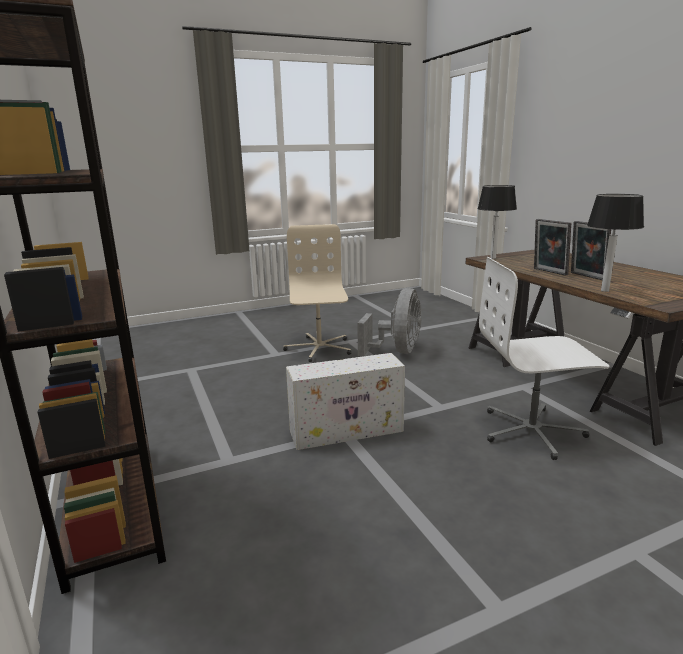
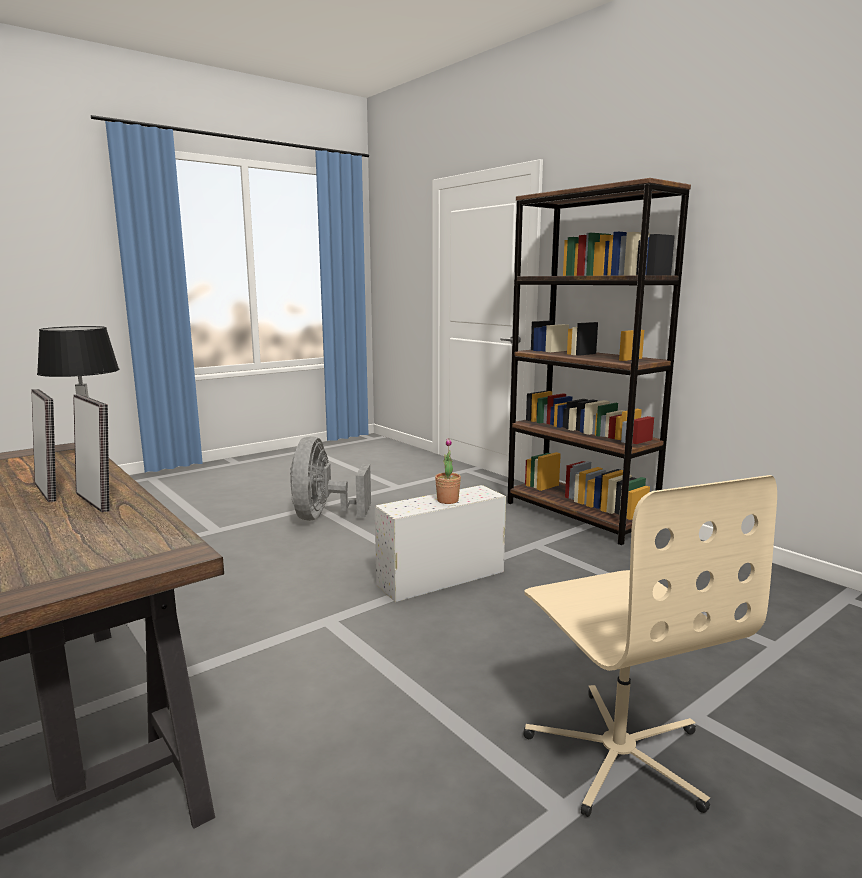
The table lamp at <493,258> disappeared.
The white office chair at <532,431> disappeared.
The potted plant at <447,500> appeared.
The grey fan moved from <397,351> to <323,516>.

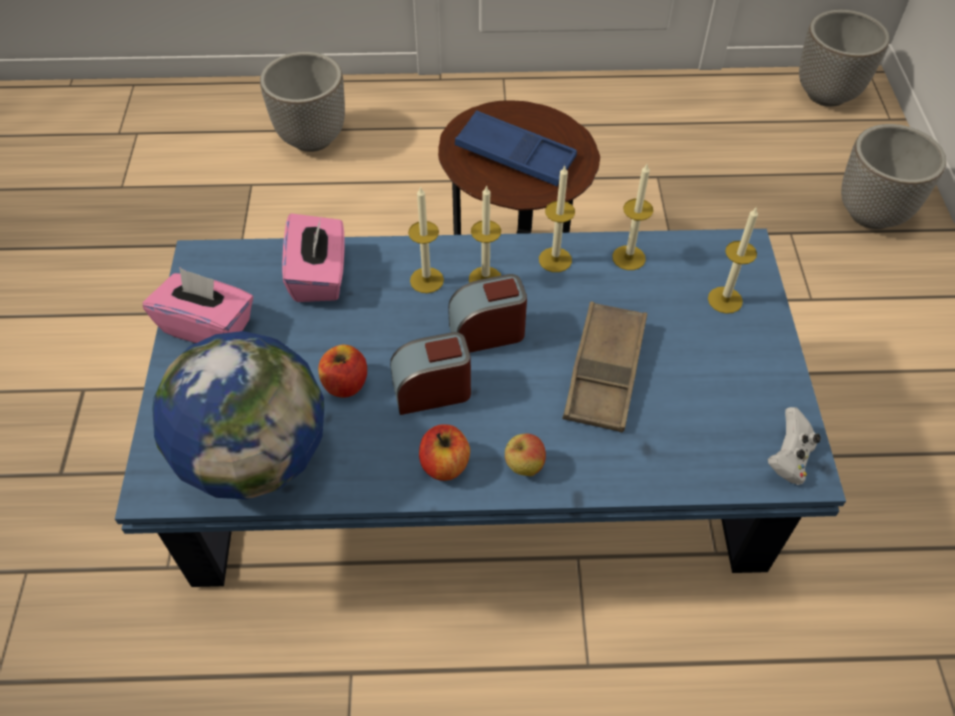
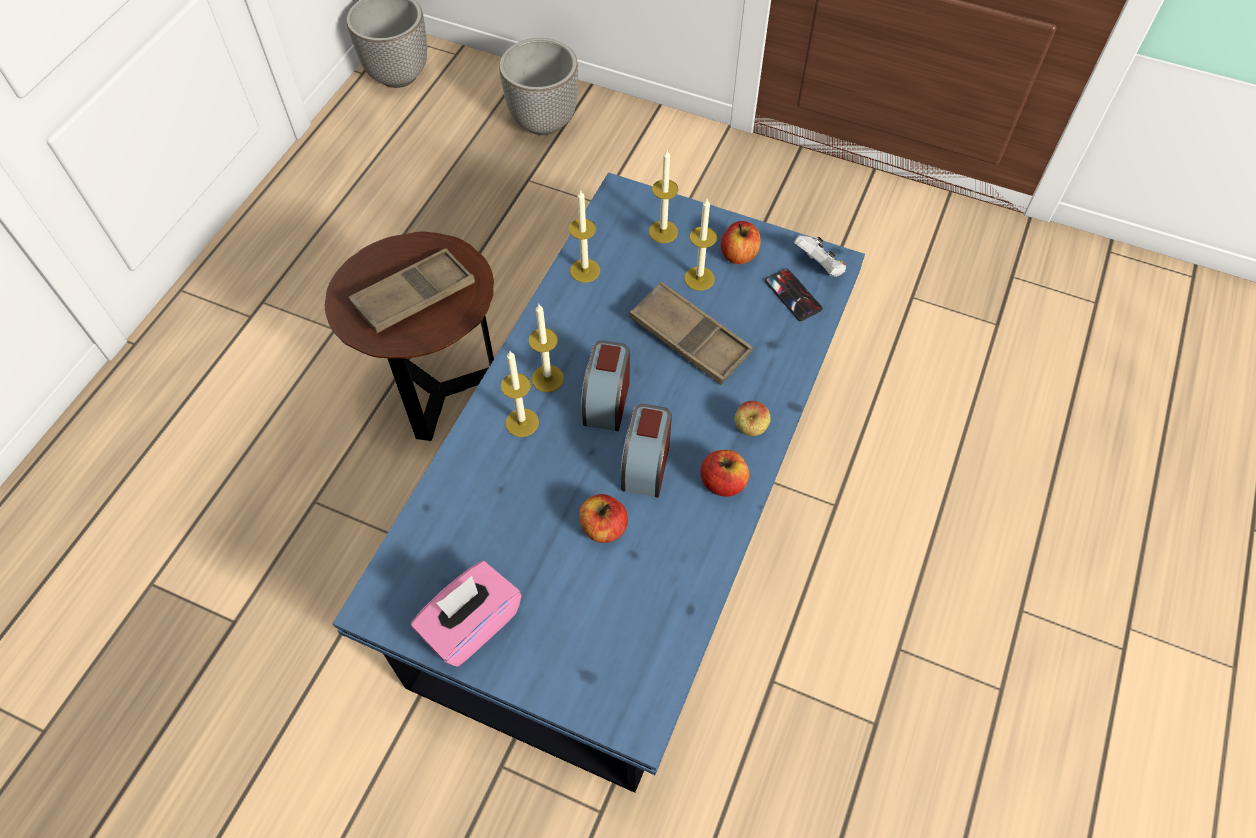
The globe at <256,457> disappeared.
The planter at <311,138> disappeared.
The pink tissue box at <319,276> disappeared.
The apple at <739,255> appeared.
The phone at <793,295> appeared.
The candle moved from <555,260> to <699,278>.
The blue tray at <515,155> became the brown tray at <414,296>.

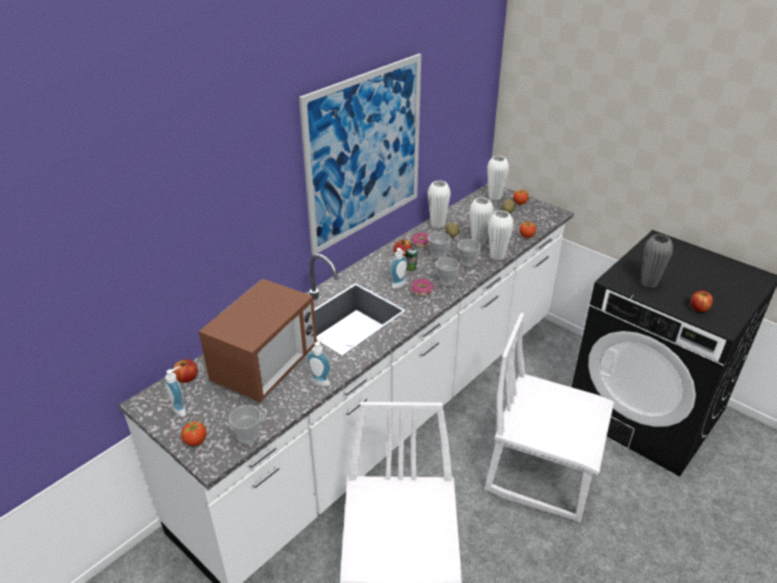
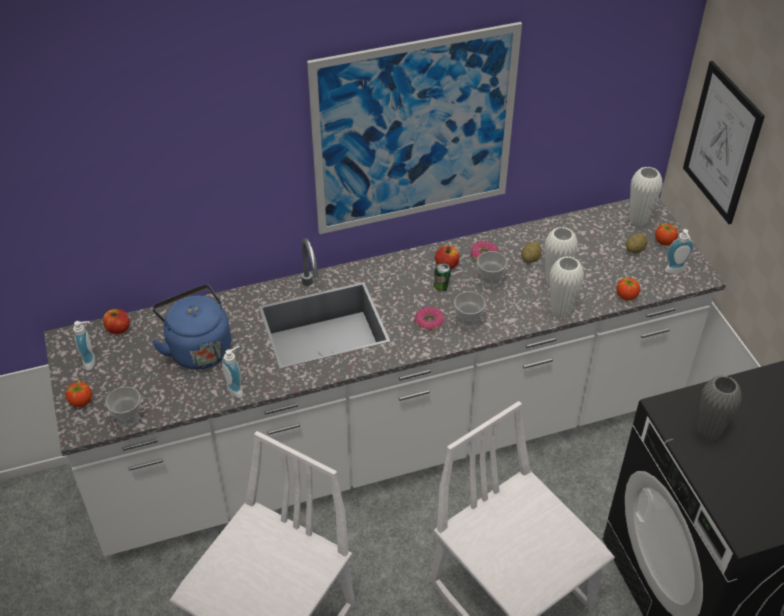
The white vase at <437,224> disappeared.
The cup at <467,262> disappeared.
The apple at <699,308> disappeared.
The picture at <722,143> appeared.
The soap dispenser moved from <399,285> to <676,271>.
The microwave at <266,366> was replaced by the blue kettle at <197,348>.

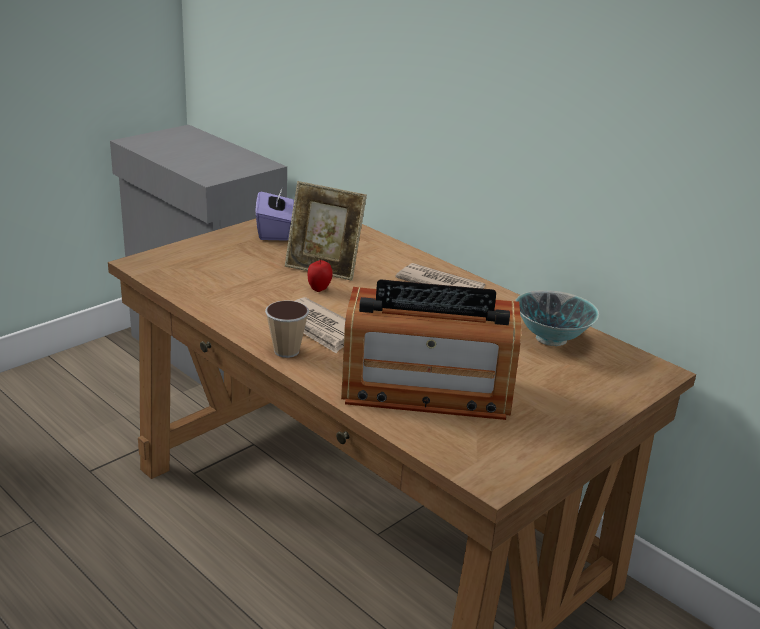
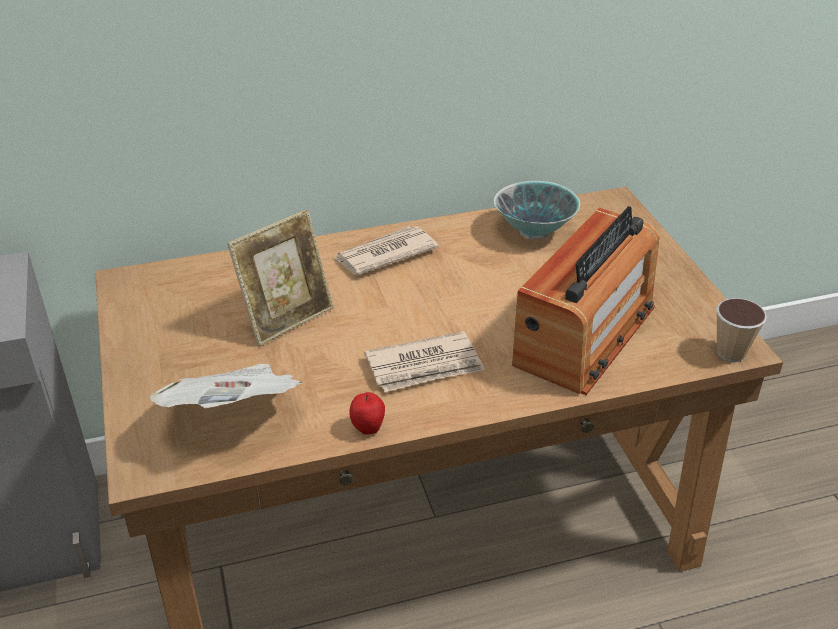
The purple tissue box at <275,231> disappeared.
The newspaper at <234,414> appeared.
The cup moved from <286,351> to <731,353>.
The apple moved from <319,289> to <368,428>.

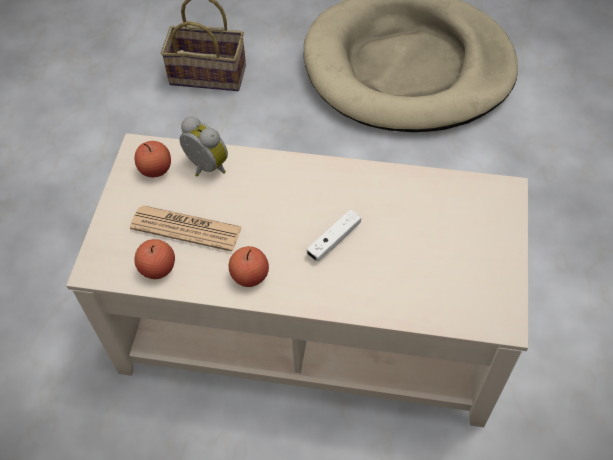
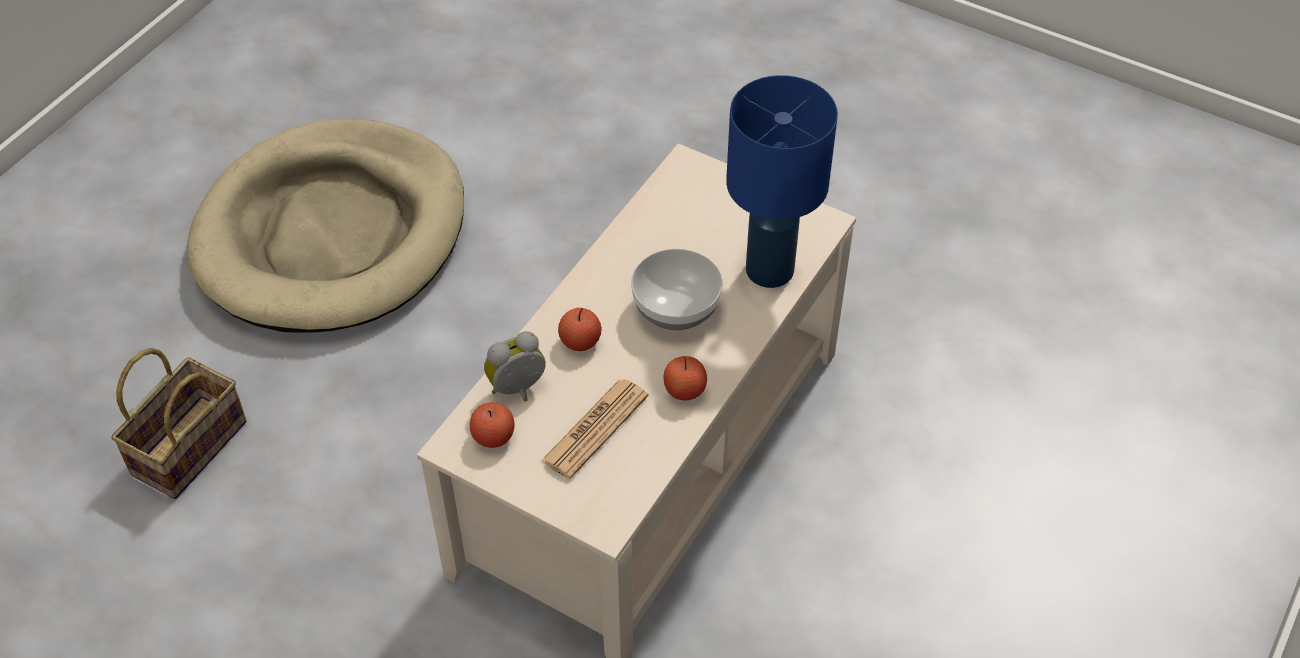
The blue table lamp at <770,271> appeared.
The apple moved from <158,268> to <580,341>.
The white game controller at <334,240> was replaced by the bowl at <675,310>.

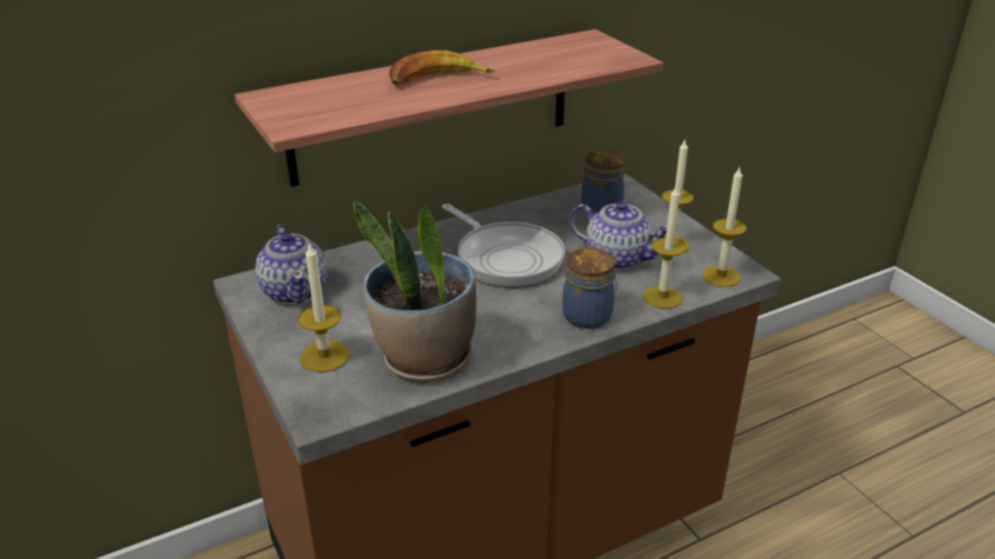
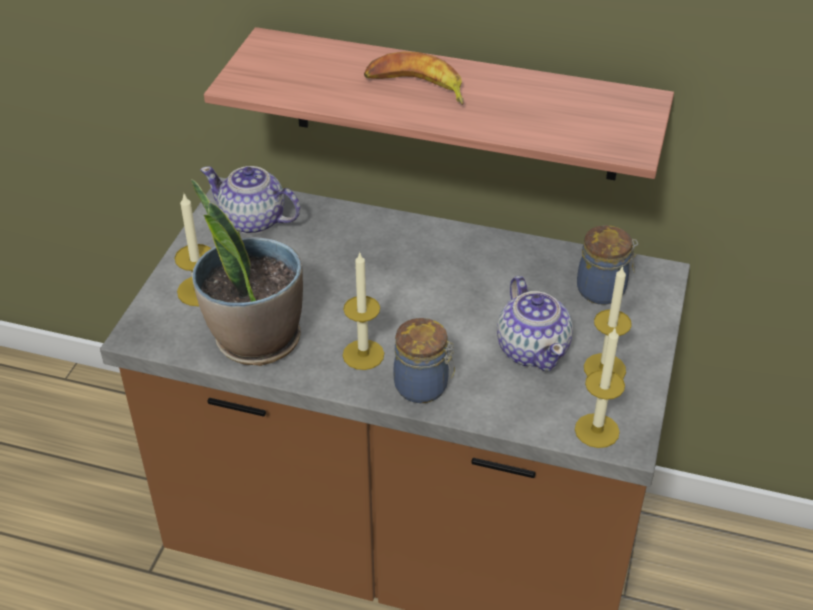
The frying pan at <506,257> disappeared.
The candle moved from <662,297> to <363,354>.
The teapot at <295,291> turned 90 degrees clockwise.

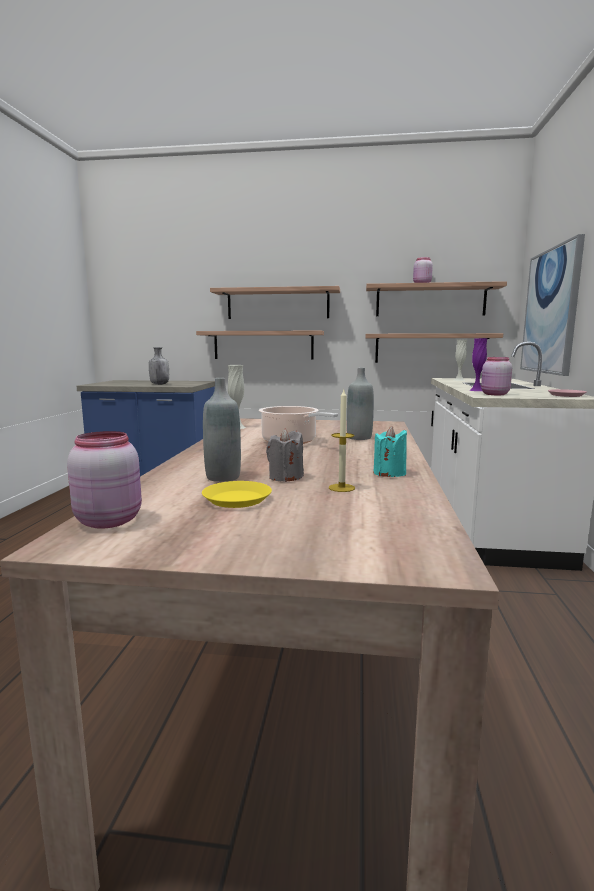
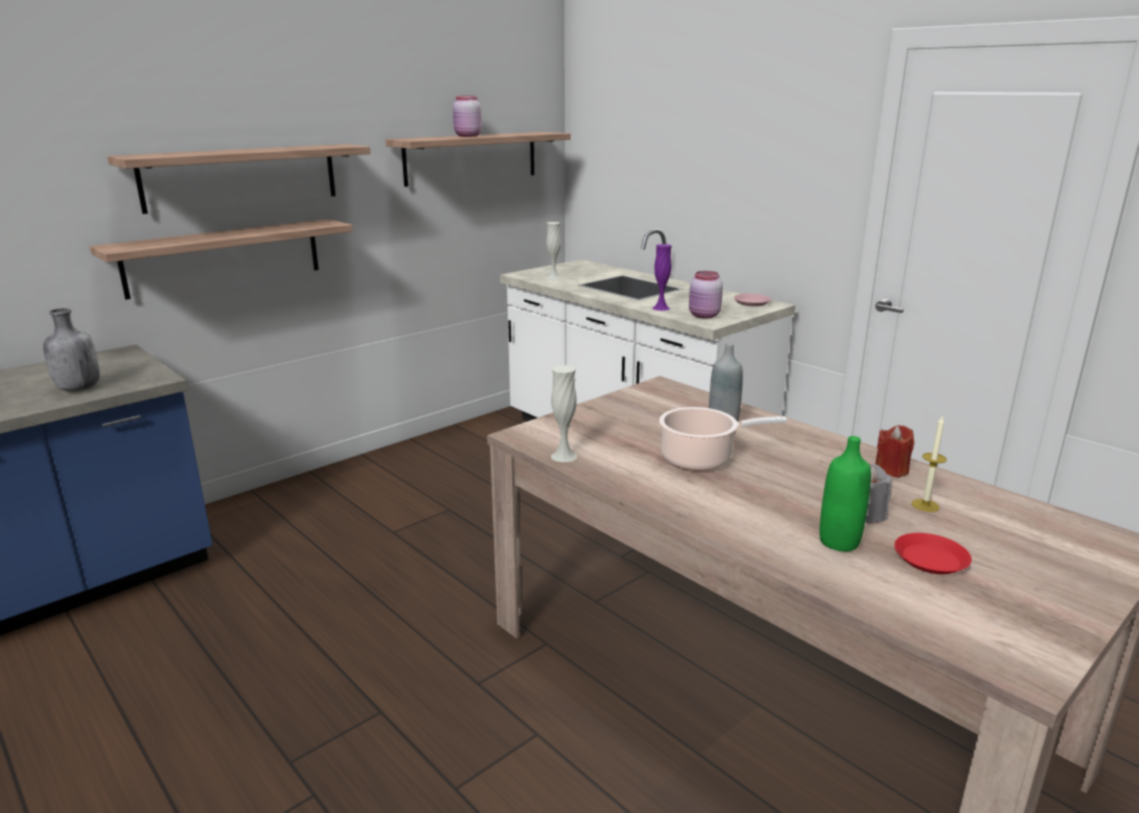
The pink jar at <109,520> disappeared.
The shelf at <428,348> disappeared.
The picture at <550,311> disappeared.
The yellow plate at <237,499> became the red plate at <931,559>.
The grey bottle at <223,477> became the green bottle at <839,542>.
The turquoise candle at <389,473> became the red candle at <891,470>.

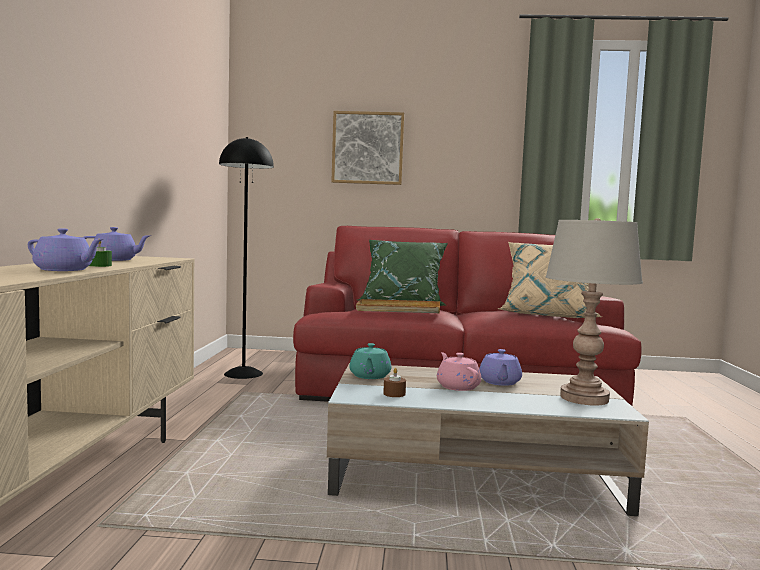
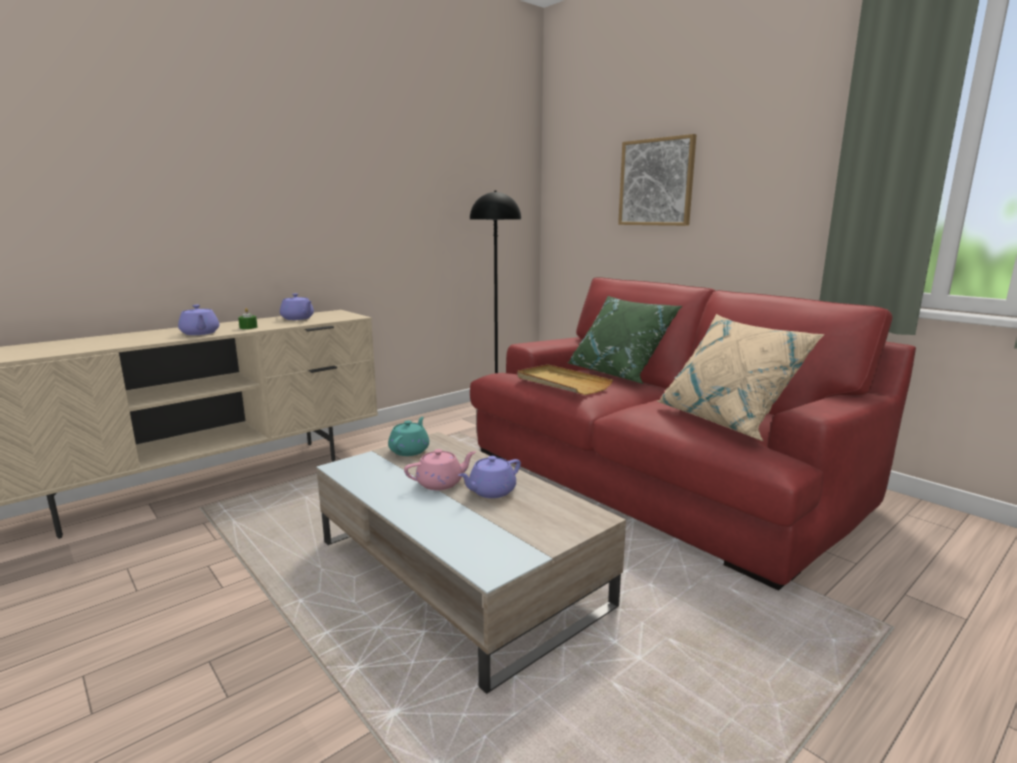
The brown candle at <394,394> disappeared.
The grey table lamp at <584,398> disappeared.
The turquoise teapot at <369,376> turned 150 degrees clockwise.
The pink teapot at <457,386> turned 45 degrees clockwise.

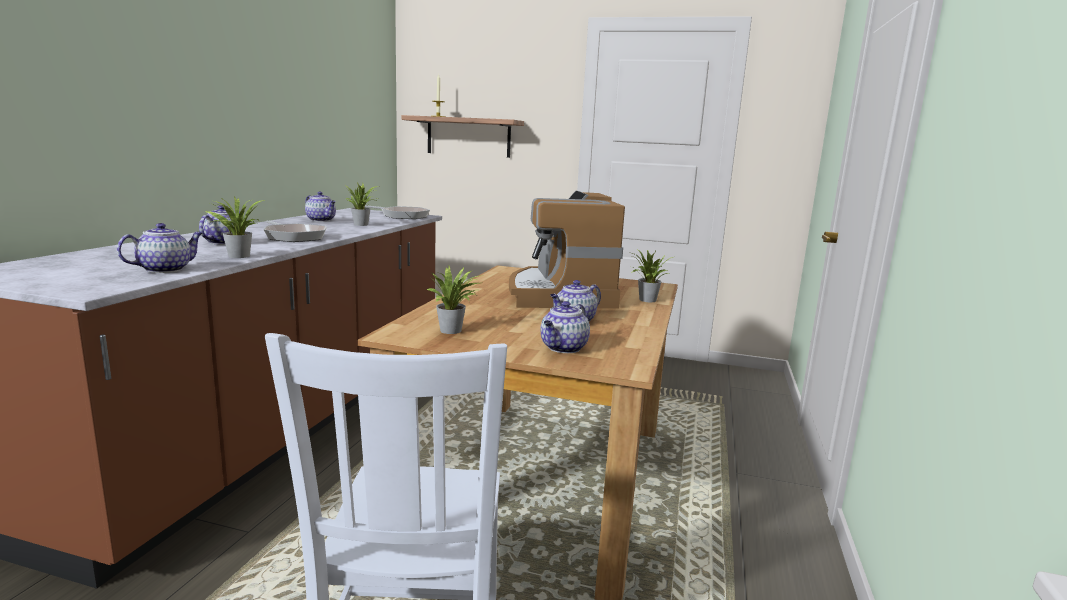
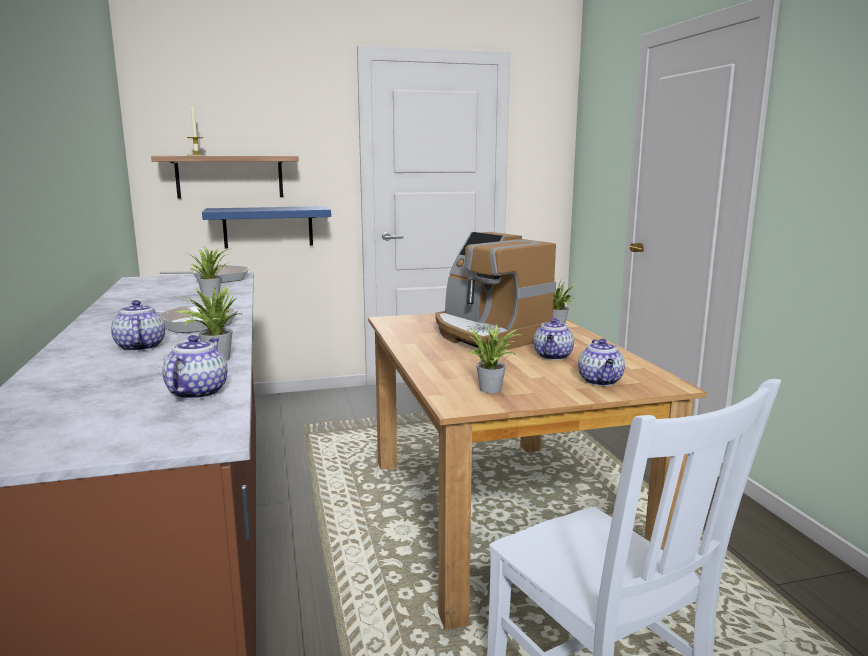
The teapot at <321,220> disappeared.
The blue shelf at <268,227> appeared.

